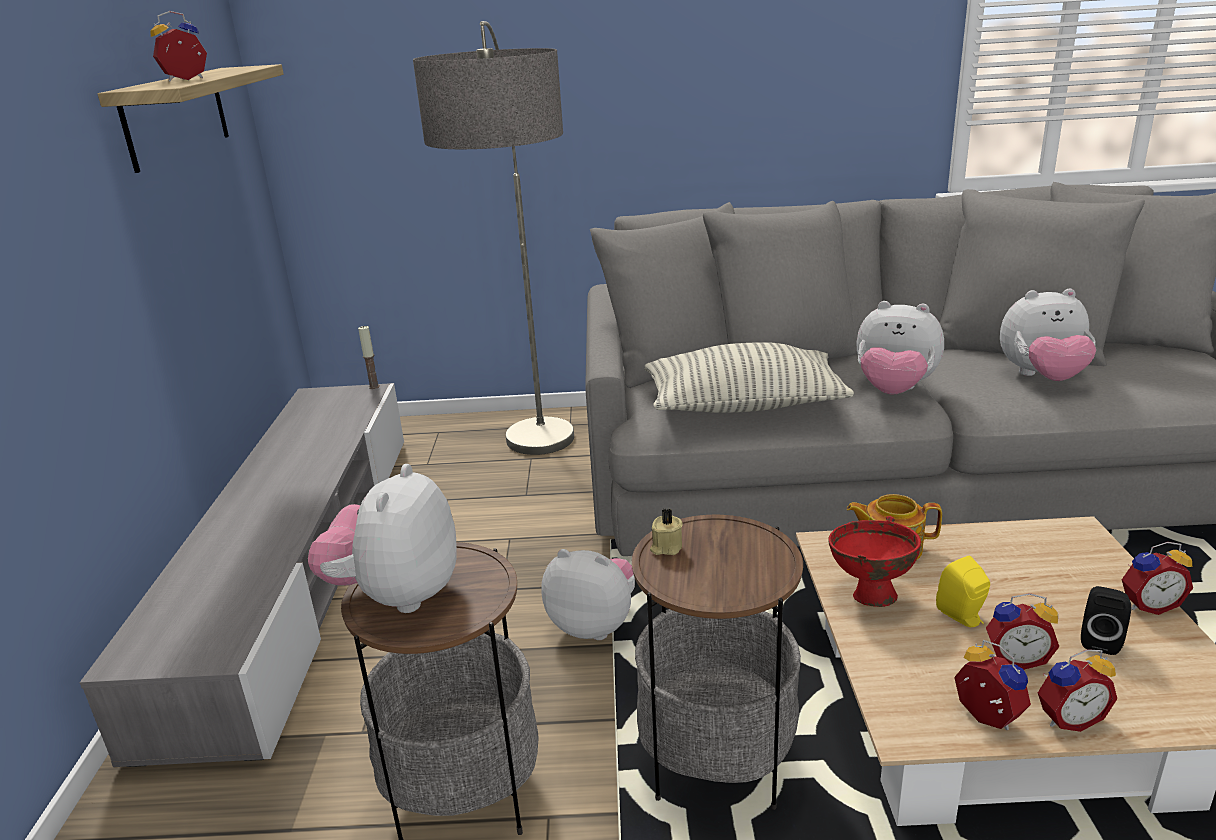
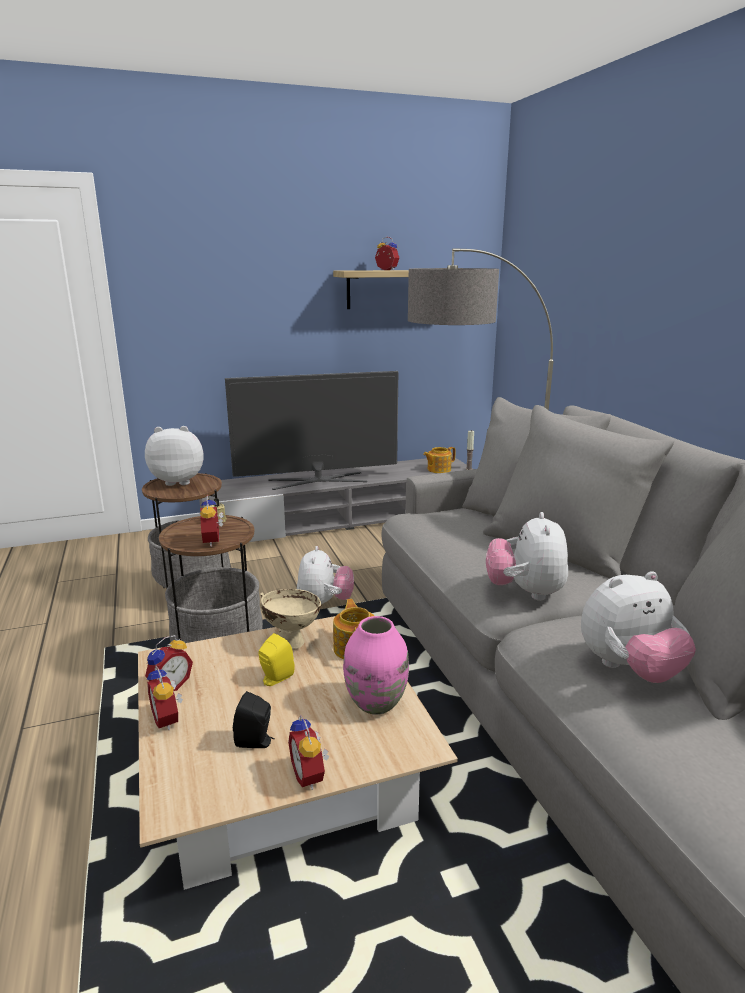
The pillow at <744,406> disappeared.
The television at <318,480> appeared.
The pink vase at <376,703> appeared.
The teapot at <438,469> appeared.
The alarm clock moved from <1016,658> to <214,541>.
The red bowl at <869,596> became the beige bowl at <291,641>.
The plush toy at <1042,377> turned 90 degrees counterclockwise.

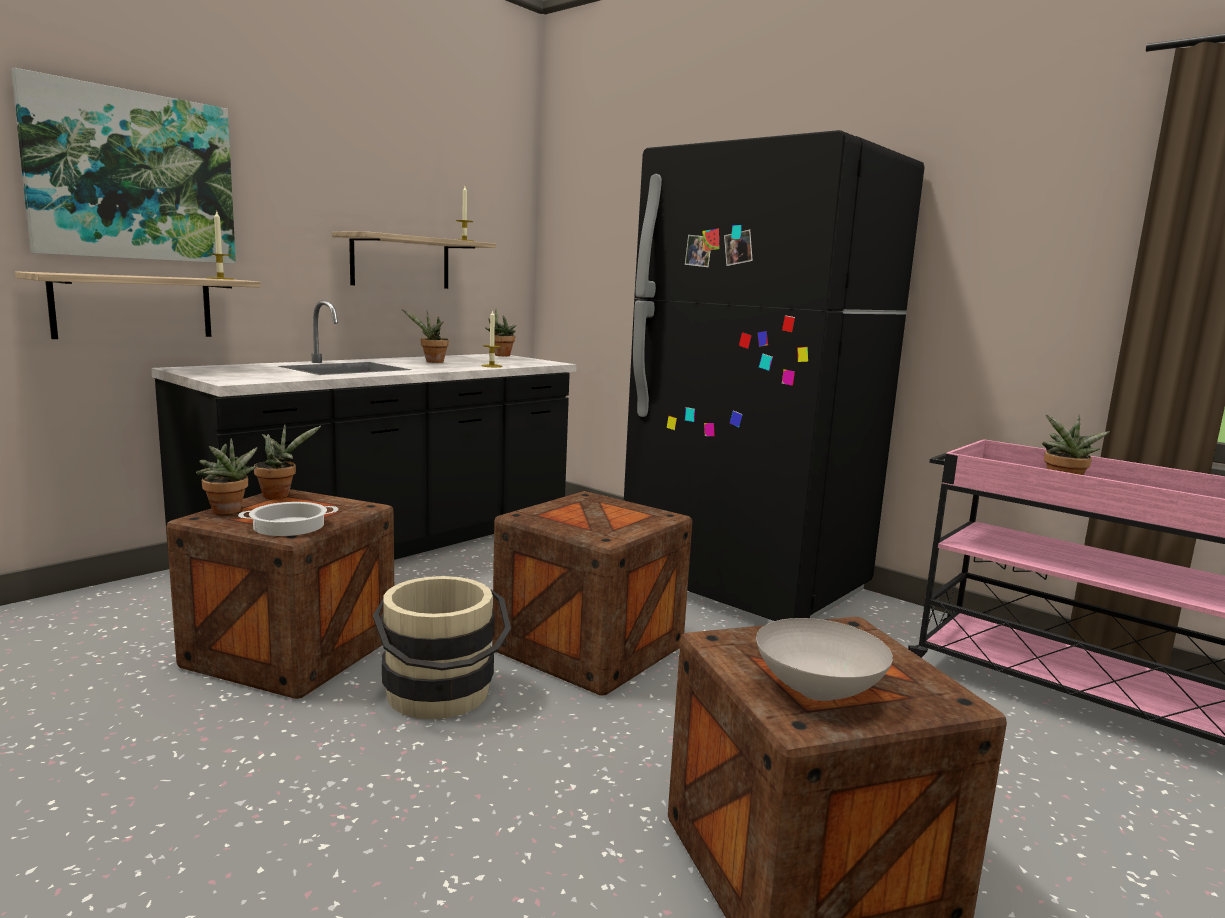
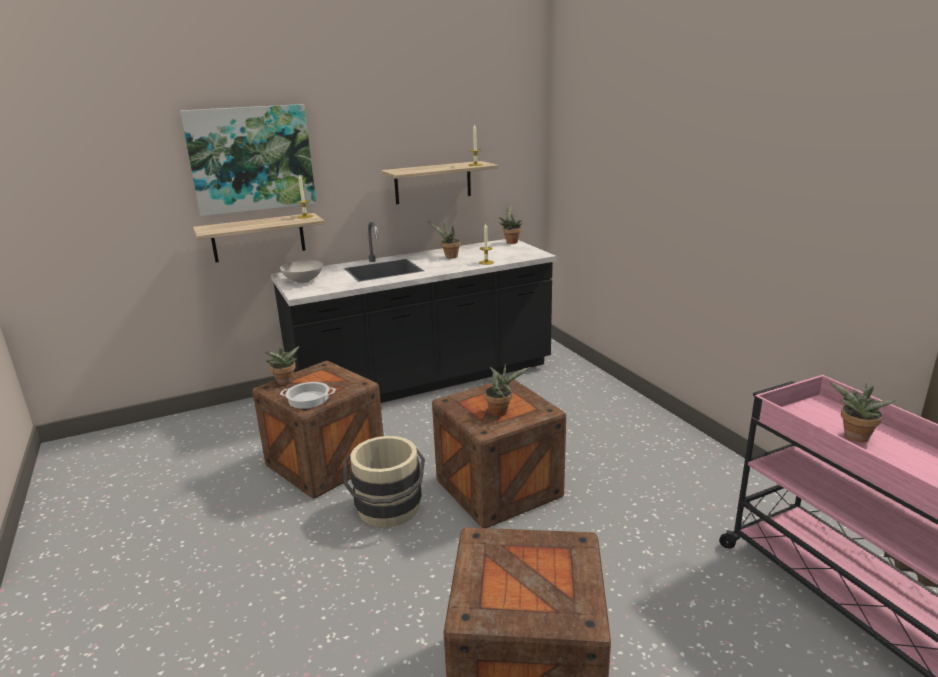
The black fridge at <745,585> disappeared.
The potted plant moved from <280,495> to <501,411>.
The white bowl moved from <816,691> to <302,281>.

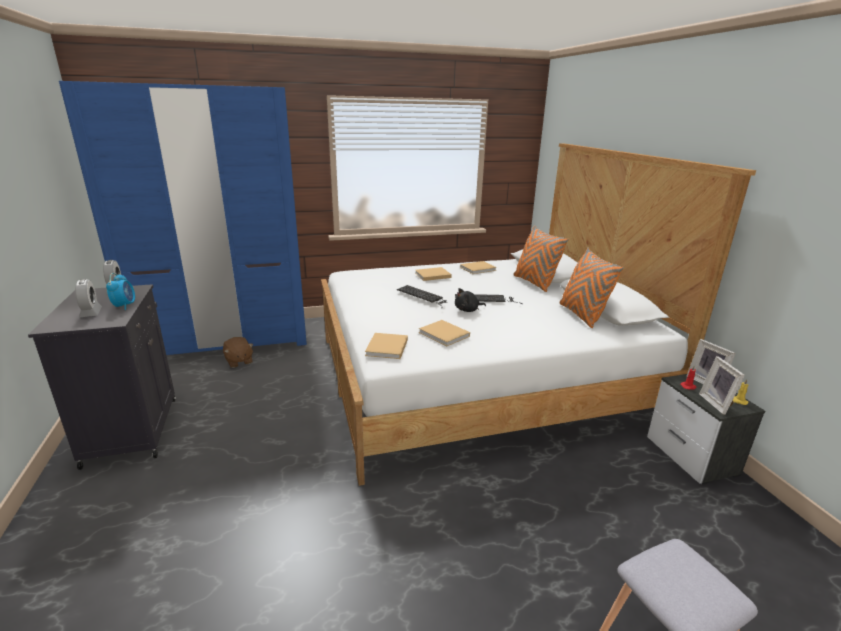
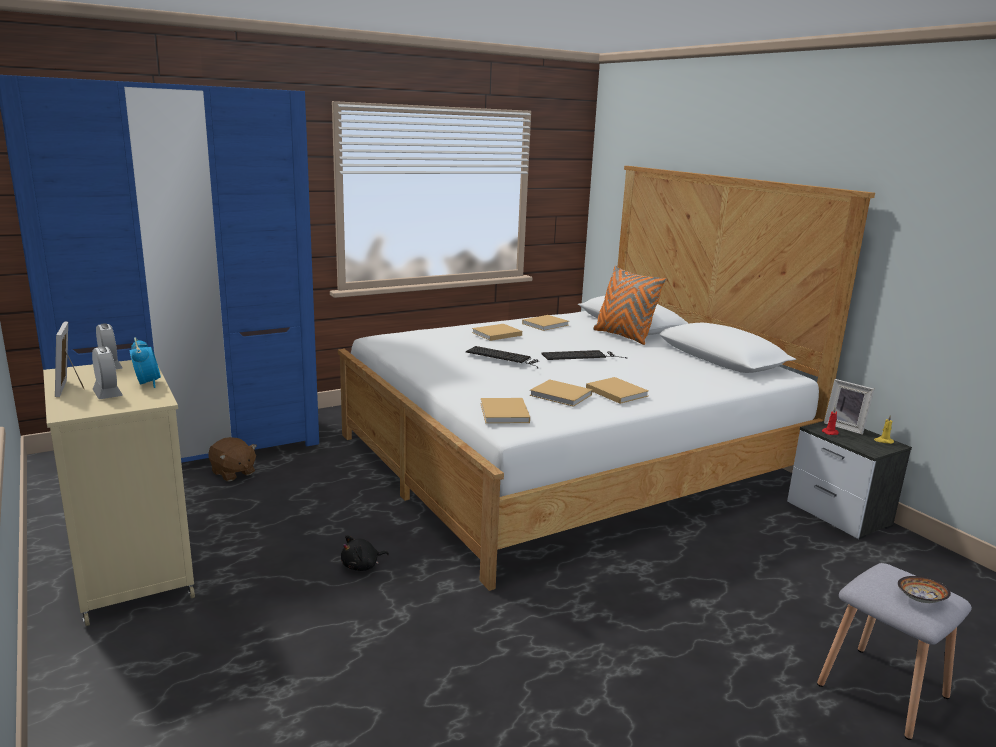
The orange pillow at <582,315> disappeared.
The beige book at <615,392> appeared.
The bowl at <919,599> appeared.
The black plush toy moved from <468,310> to <362,566>.
The picture frame moved from <718,403> to <72,388>.
The black cabinet at <132,429> became the beige cabinet at <131,570>.

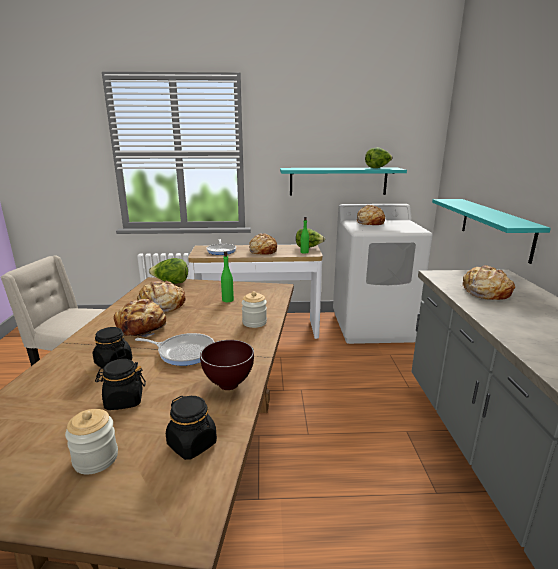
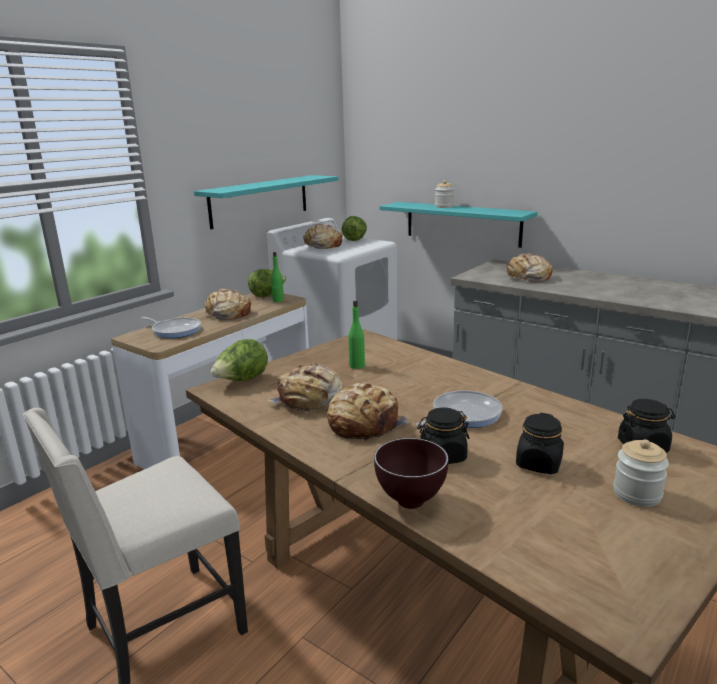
The brown bowl moved from <228,386> to <411,503>.
The jar moved from <254,322> to <444,206>.
The lettuce moved from <377,168> to <355,239>.

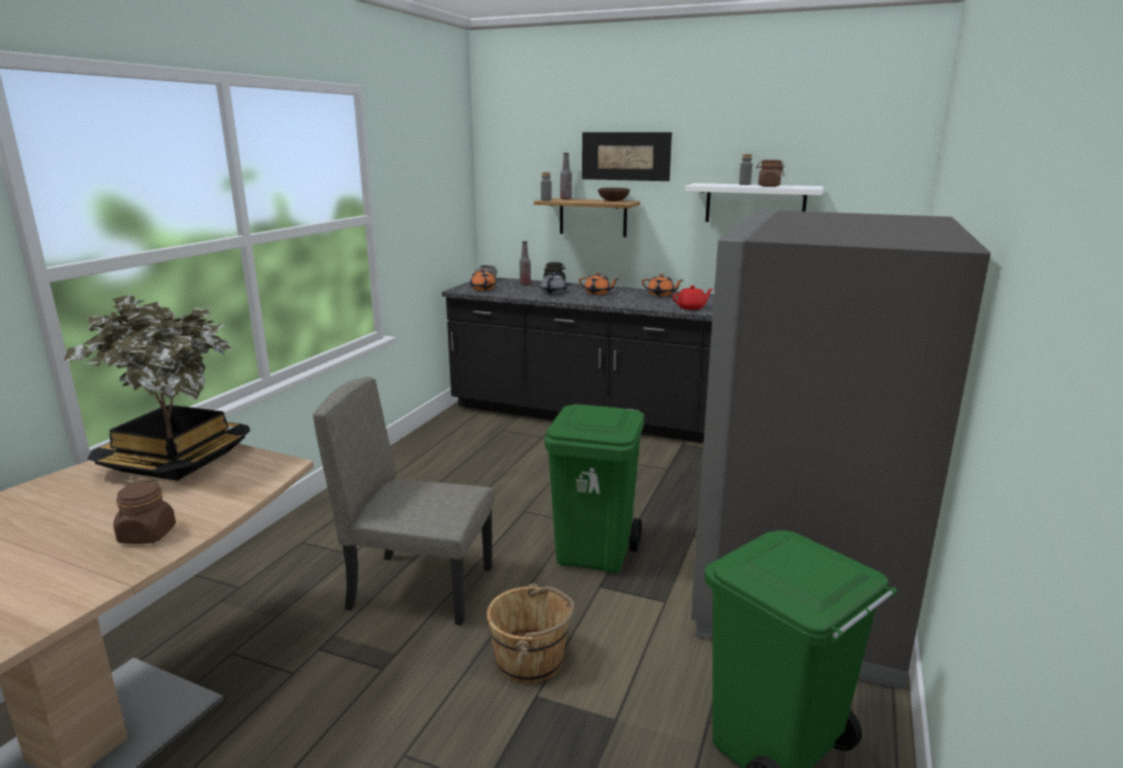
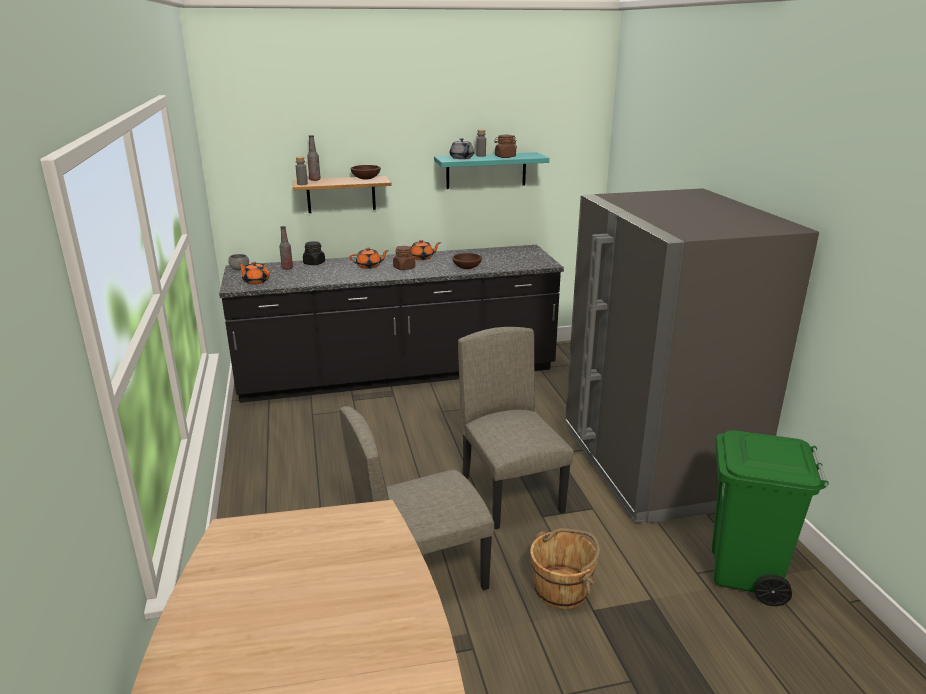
The potted plant at <175,461> disappeared.
The picture at <625,156> disappeared.
The brown jar moved from <147,535> to <404,268>.
The grey teapot moved from <553,292> to <461,158>.
The green trash can at <595,554> was replaced by the beige chair at <512,494>.
The red teapot at <692,307> was replaced by the brown bowl at <466,267>.
The white shelf at <755,204> became the turquoise shelf at <486,170>.

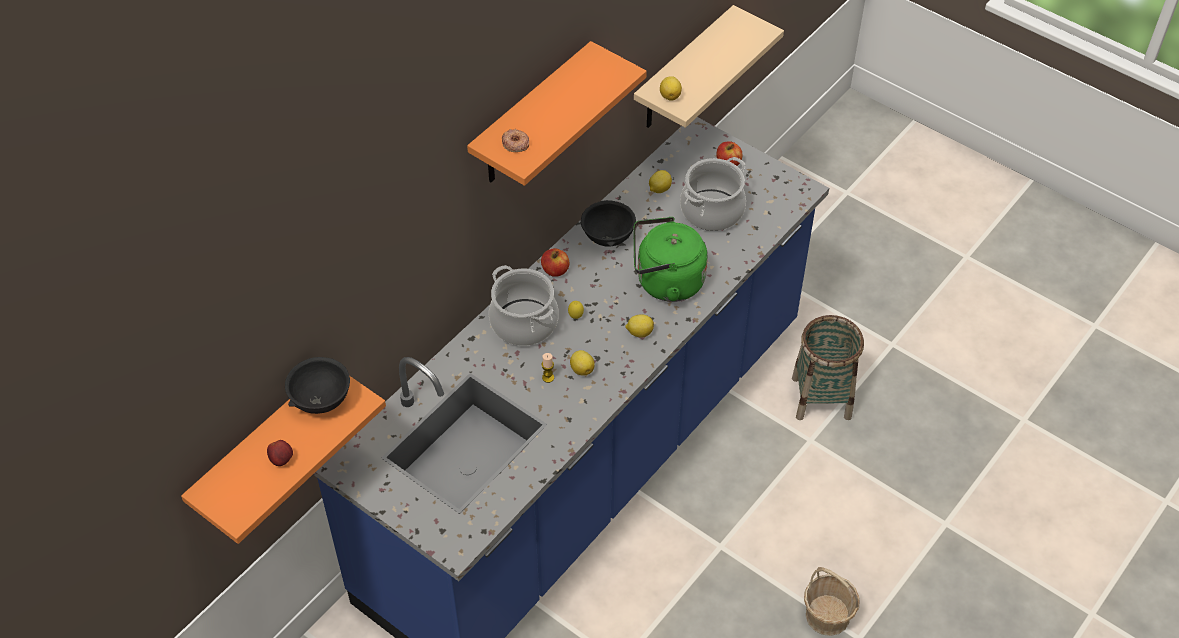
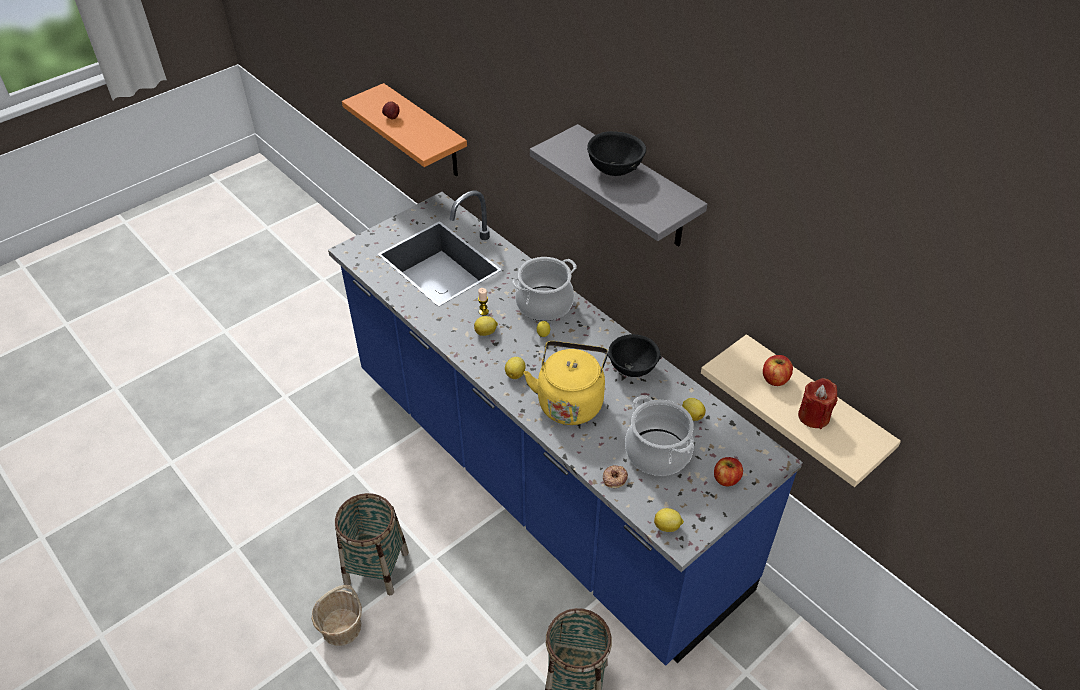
The basket at <376,568> appeared.
The red candle at <813,416> appeared.
The black bowl moved from <320,400> to <615,170>.
The donut moved from <515,143> to <614,478>.
The apple moved from <555,270> to <775,379>.
The lemon moved from <670,95> to <667,527>.
The orange shelf at <531,117> became the grey shelf at <637,189>.
The green kettle at <665,282> became the yellow kettle at <570,401>.

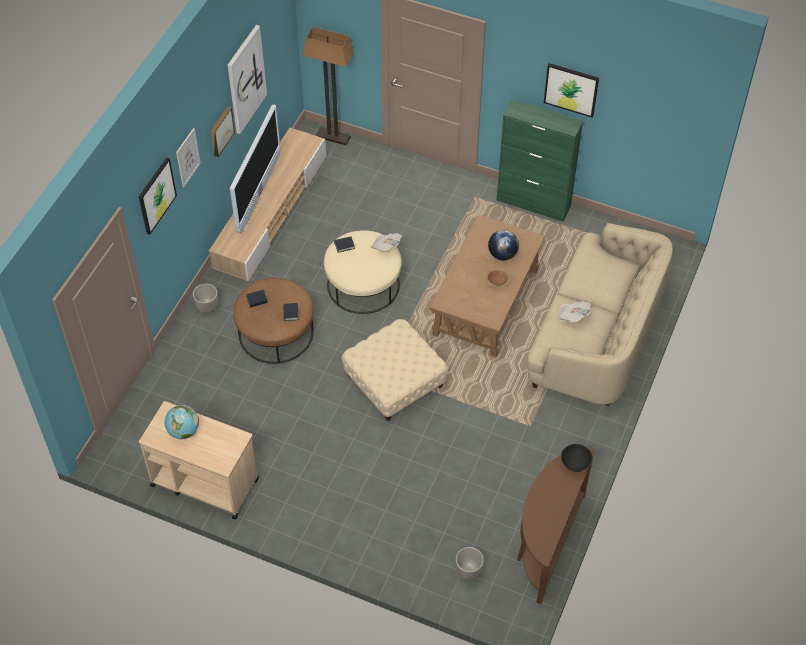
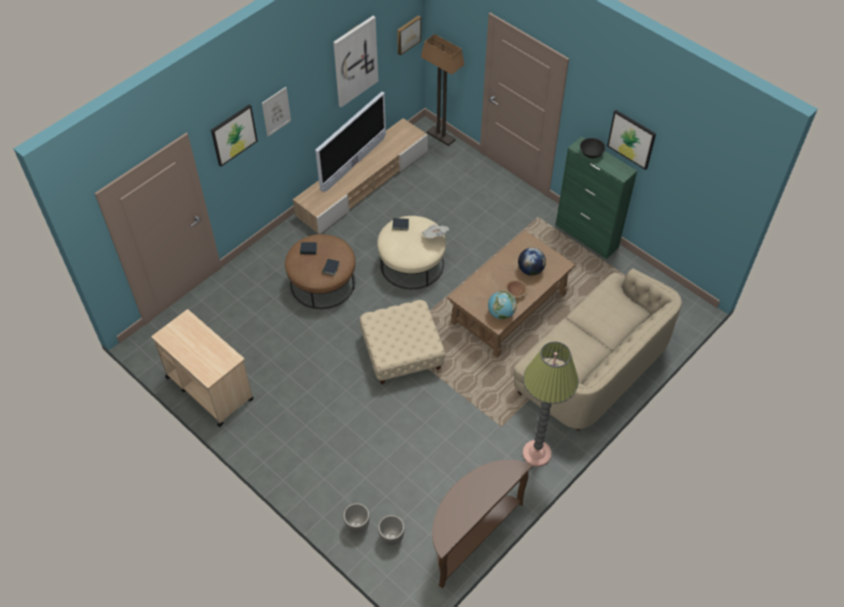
The newspaper at <572,316> disappeared.
The floor lamp at <536,453> appeared.
The globe moved from <183,431> to <501,313>.
The planter moved from <208,307> to <357,525>.
The picture moved from <220,131> to <408,34>.
The black bowl moved from <575,463> to <591,153>.

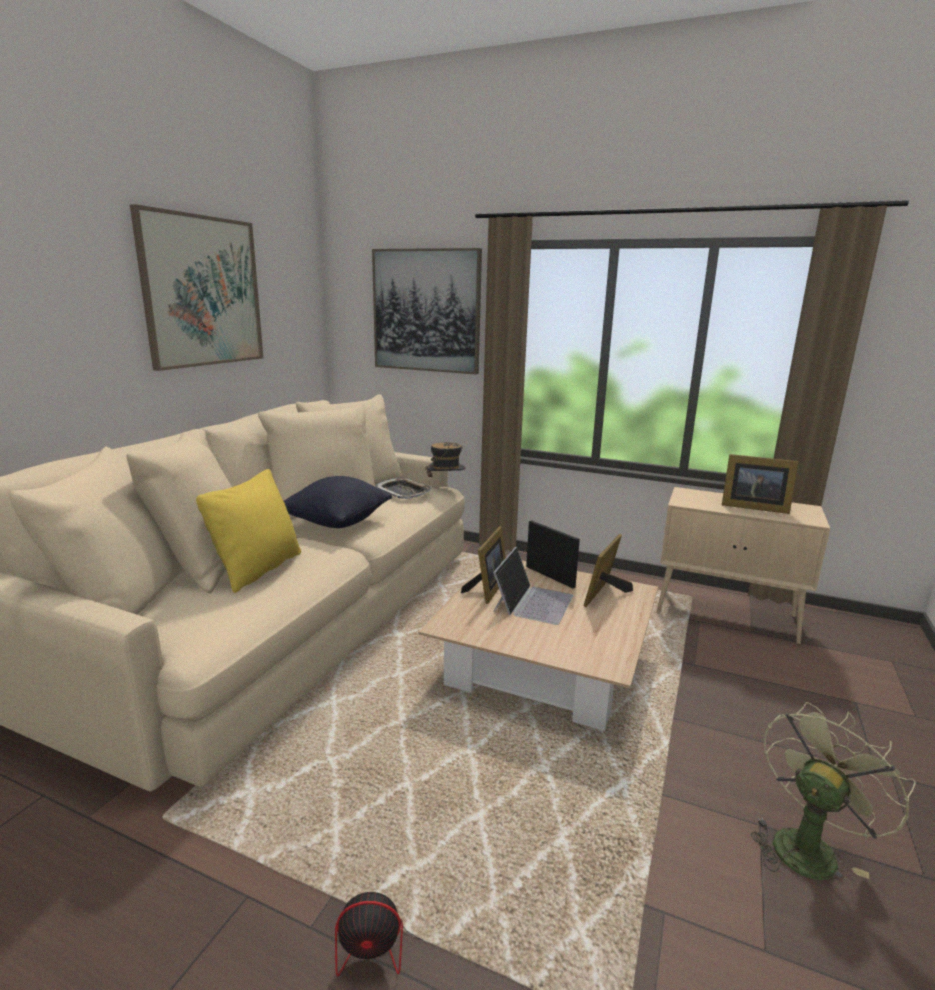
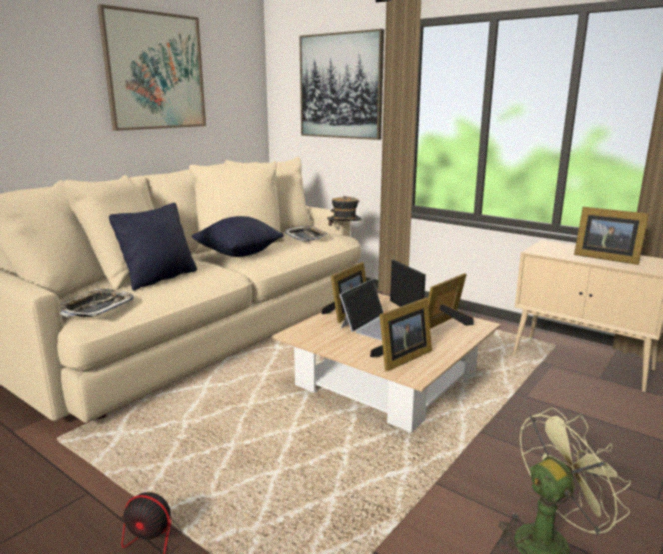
The tray at <96,308> appeared.
The picture frame at <401,358> appeared.
The yellow pillow at <258,569> became the black pillow at <159,278>.

